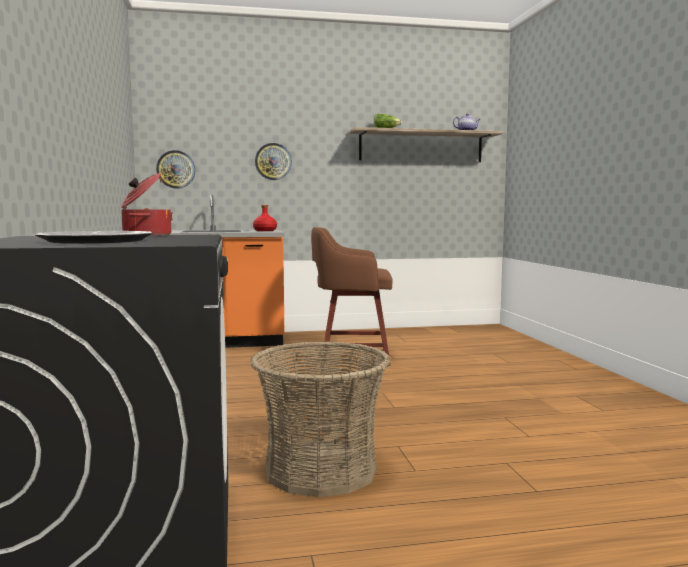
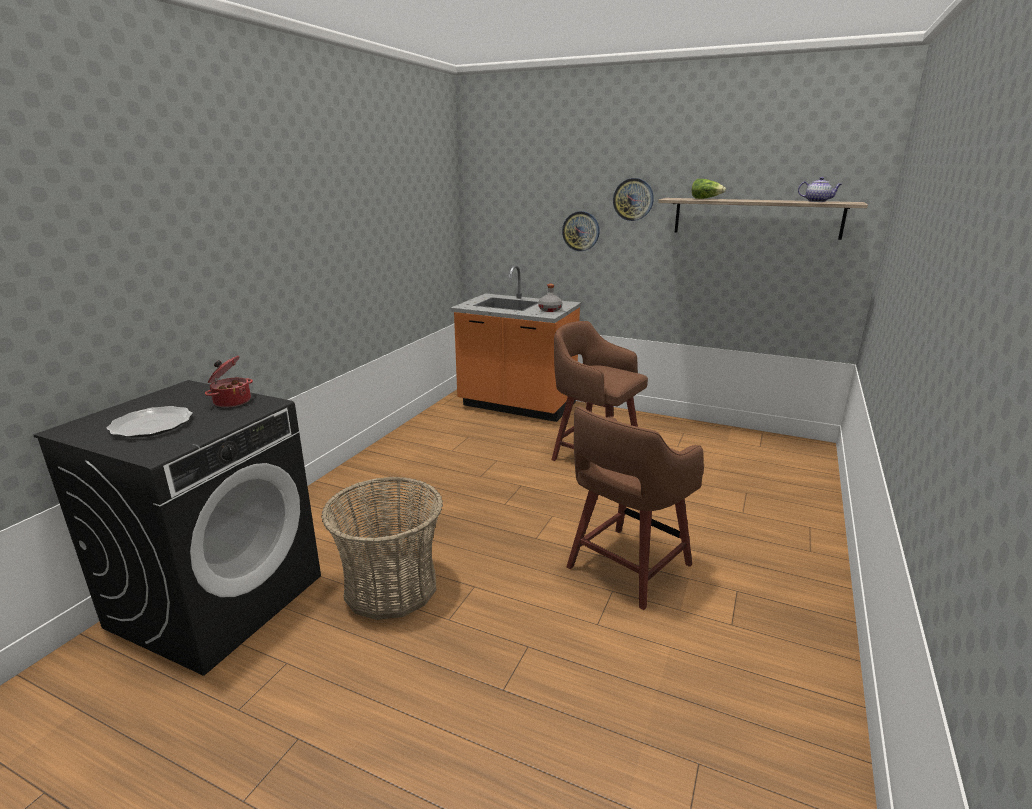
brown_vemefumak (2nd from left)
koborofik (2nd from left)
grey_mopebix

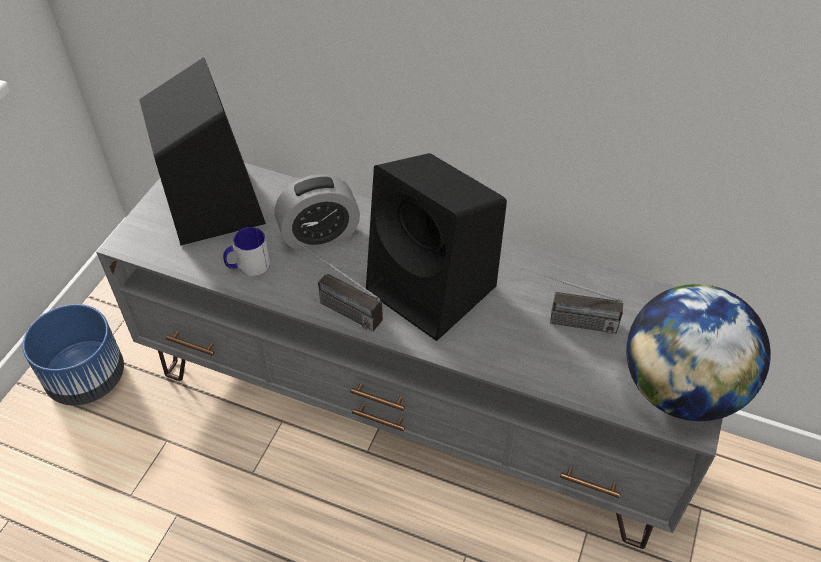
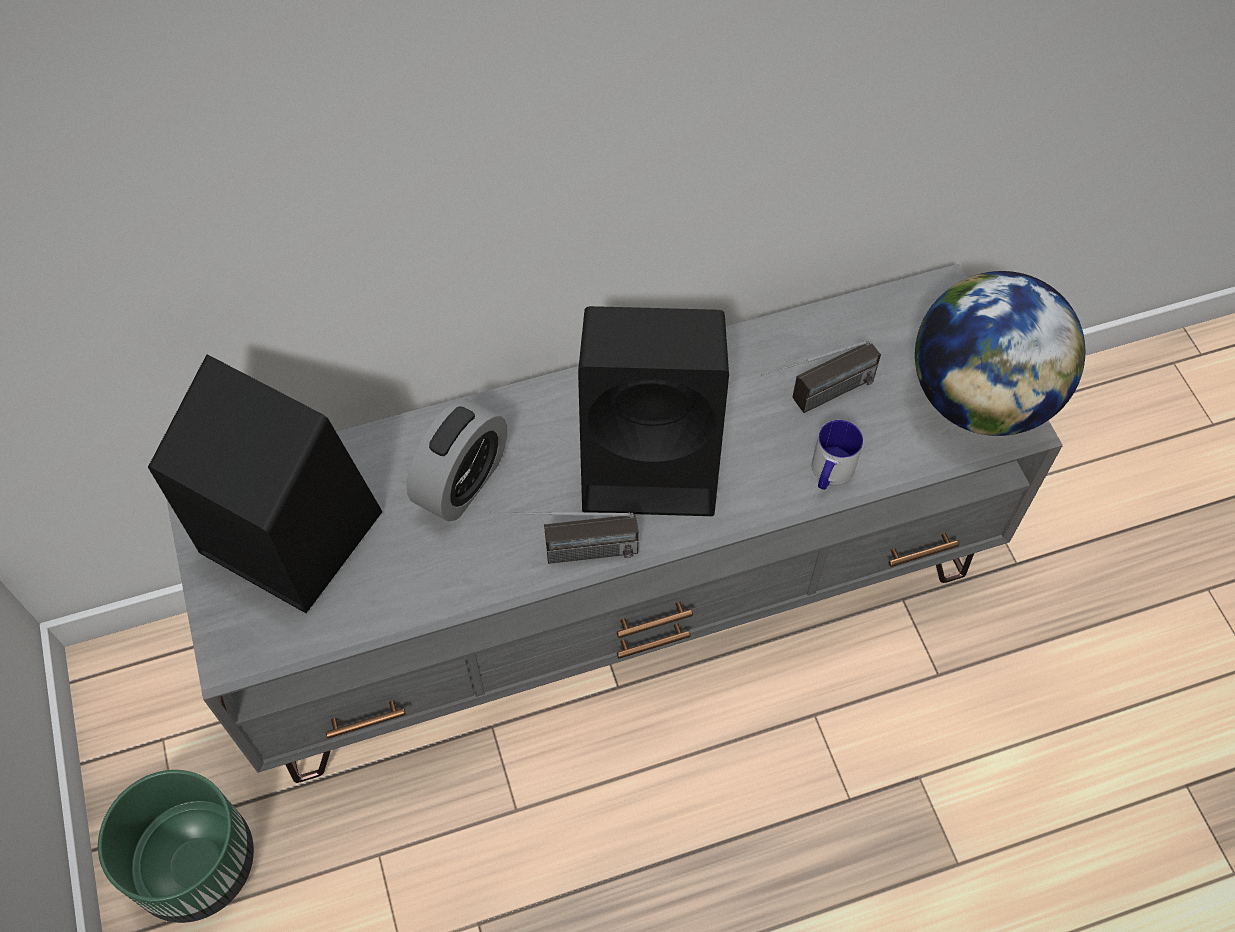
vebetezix
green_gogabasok

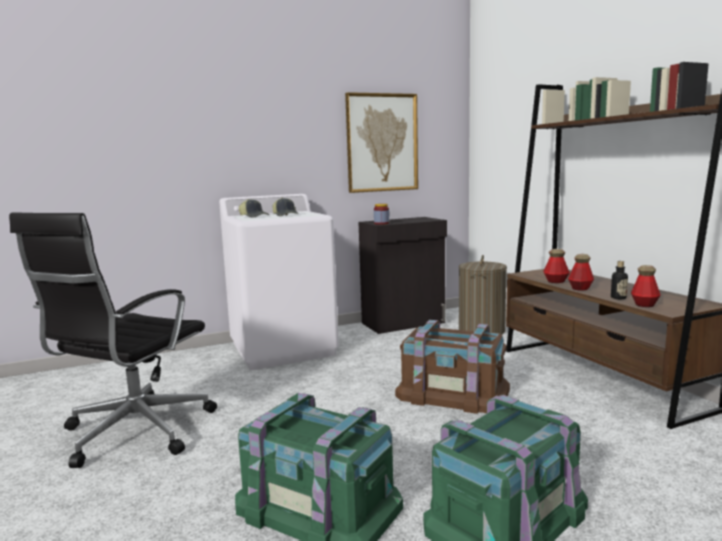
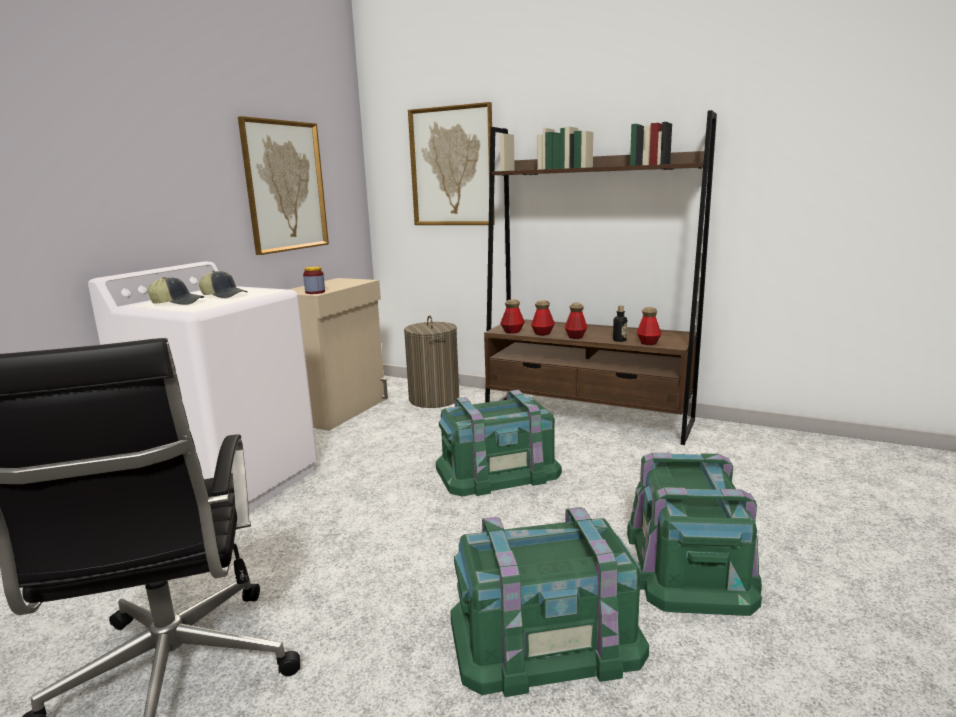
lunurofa (2nd from left)
mopebix (1st from left)
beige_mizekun
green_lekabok (1st from left)

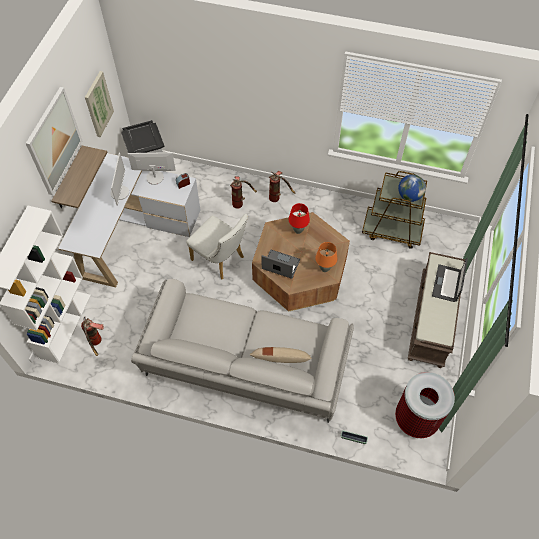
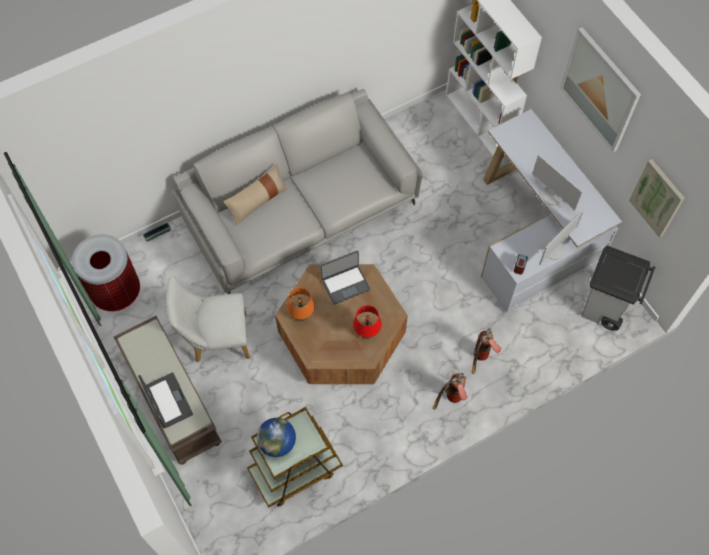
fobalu
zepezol (1st from left in the first image)
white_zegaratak

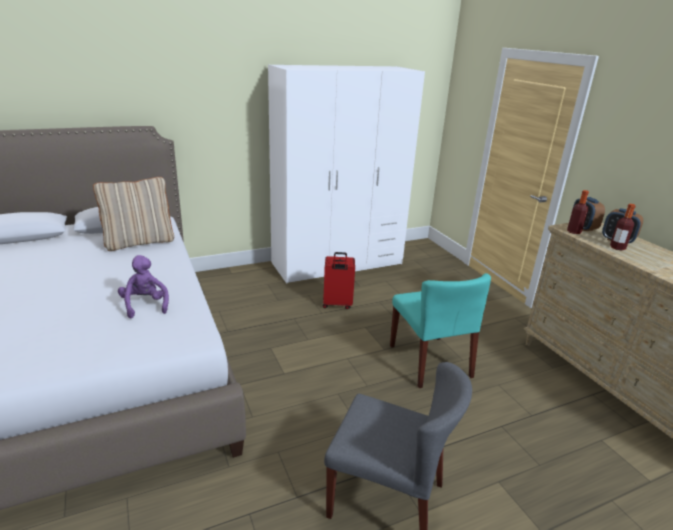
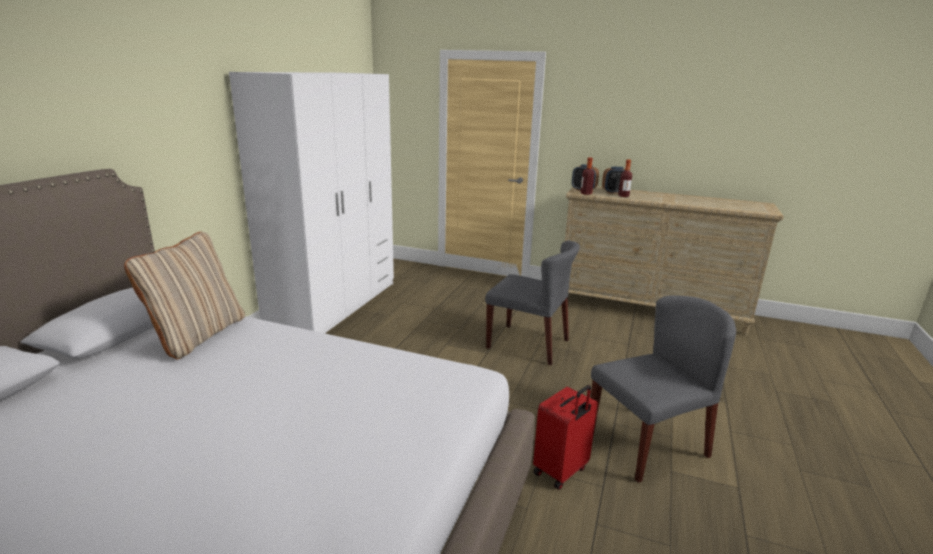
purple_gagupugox
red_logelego
grey_zegaratak (1st from left)

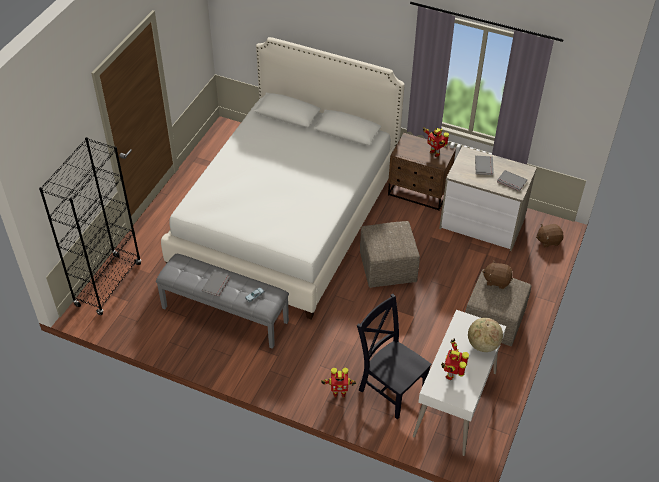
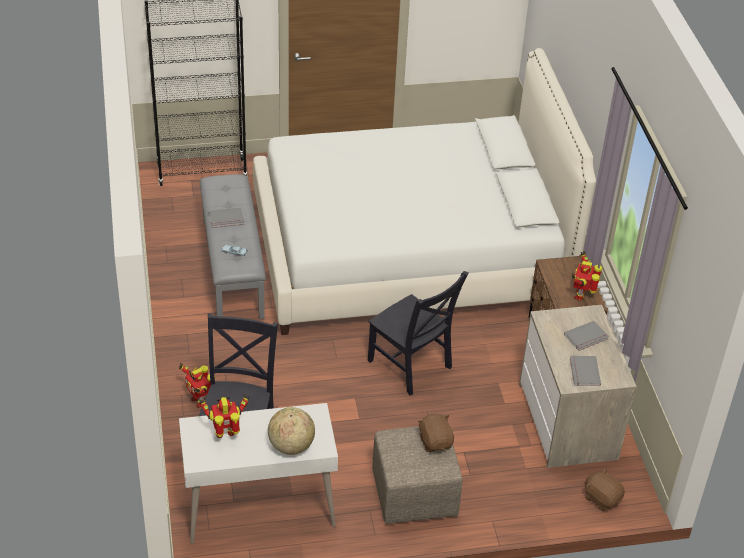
black_zegaratak (2nd from left)

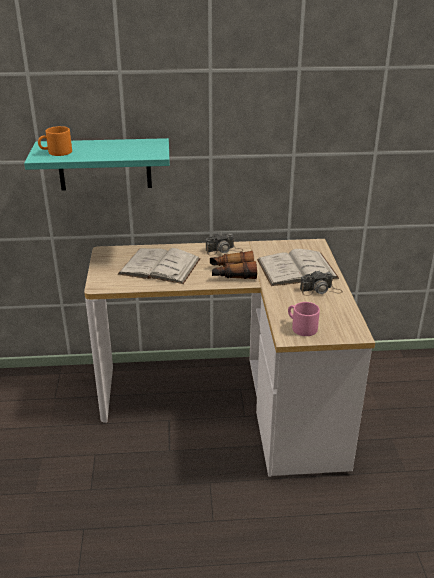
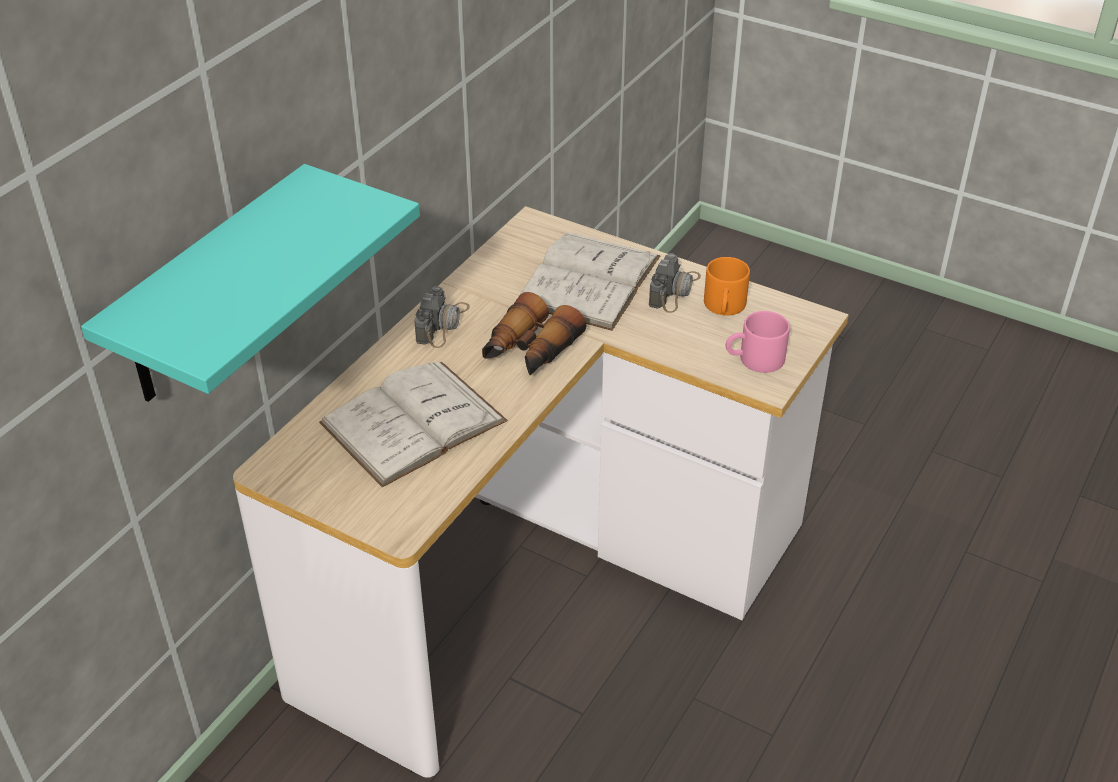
orange_vebetezix

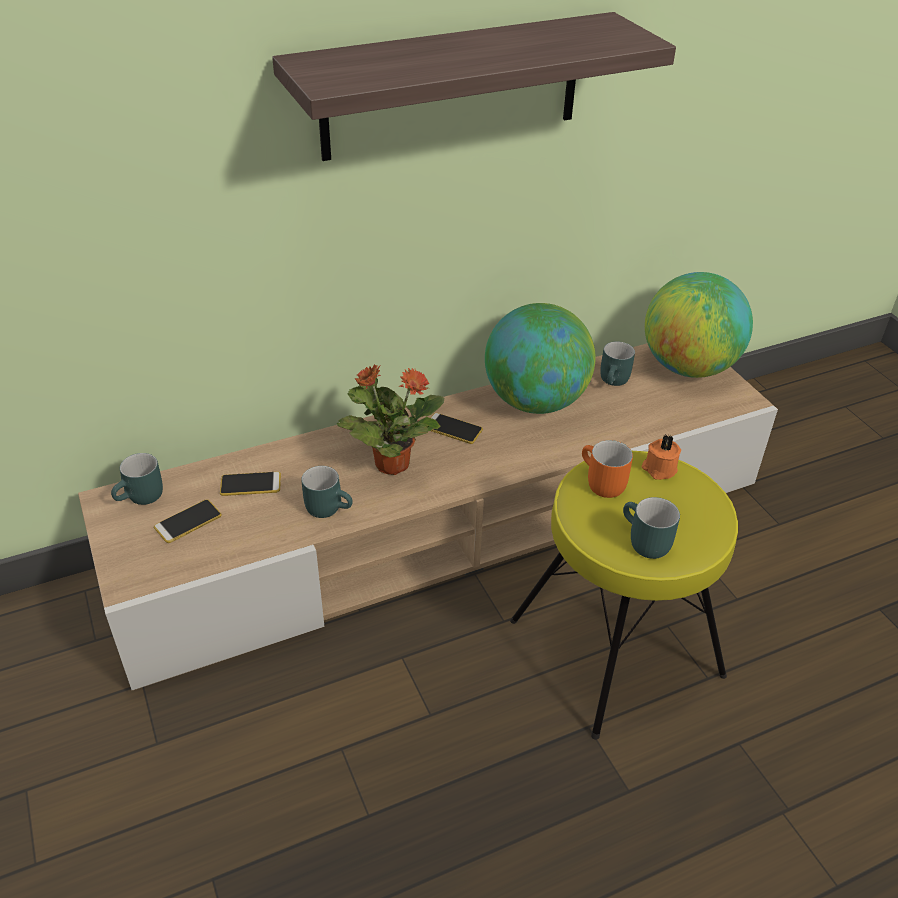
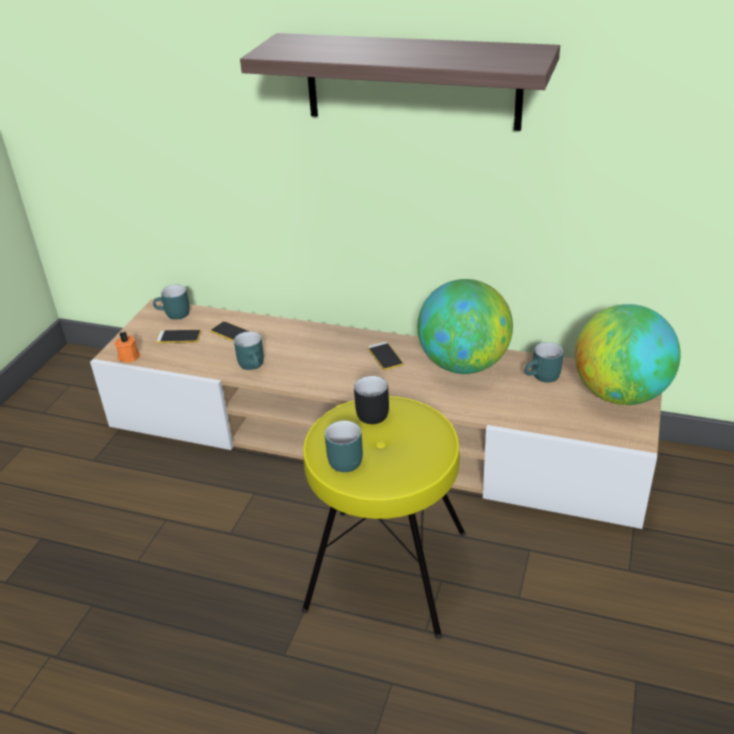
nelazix
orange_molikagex
black_vebetezix

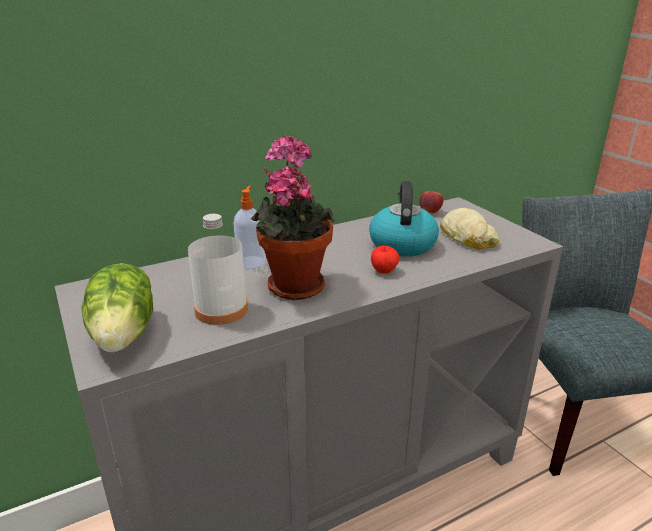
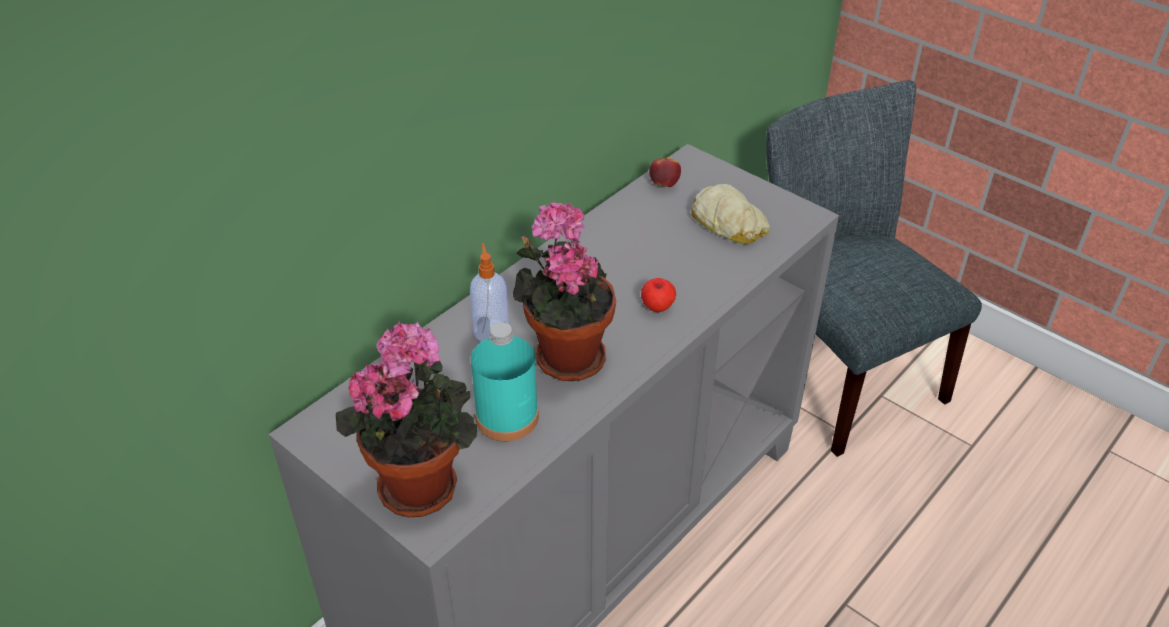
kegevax
nelazix (1st from left)
turquoise_mopebix

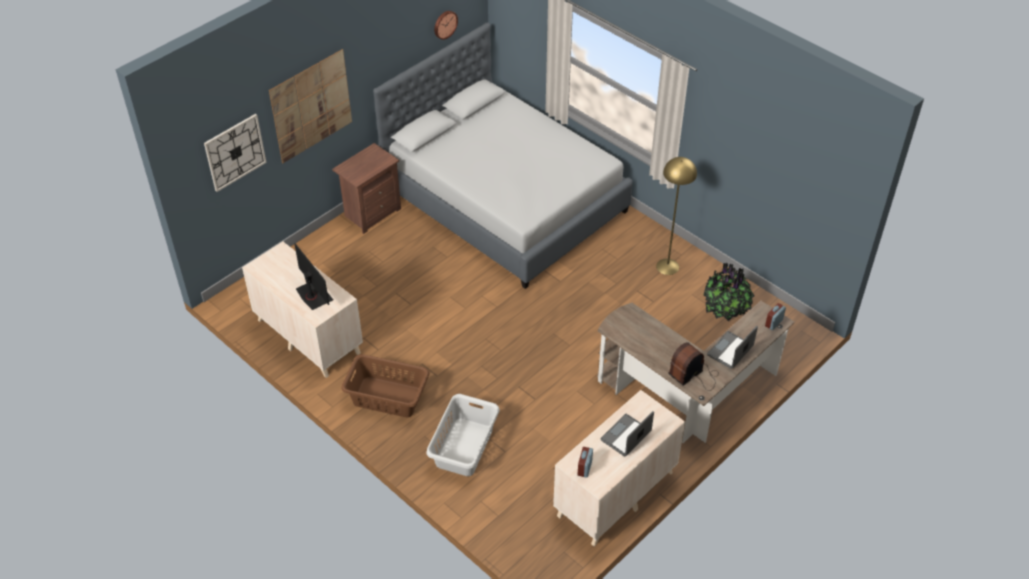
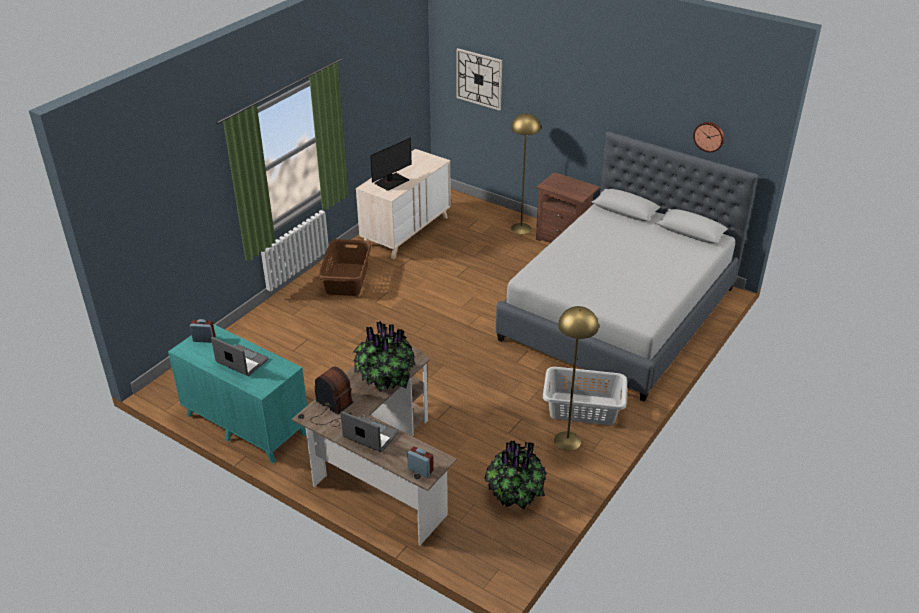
lunurofa
nelazix (1st from left)
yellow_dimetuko (1st from left)
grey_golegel
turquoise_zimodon

